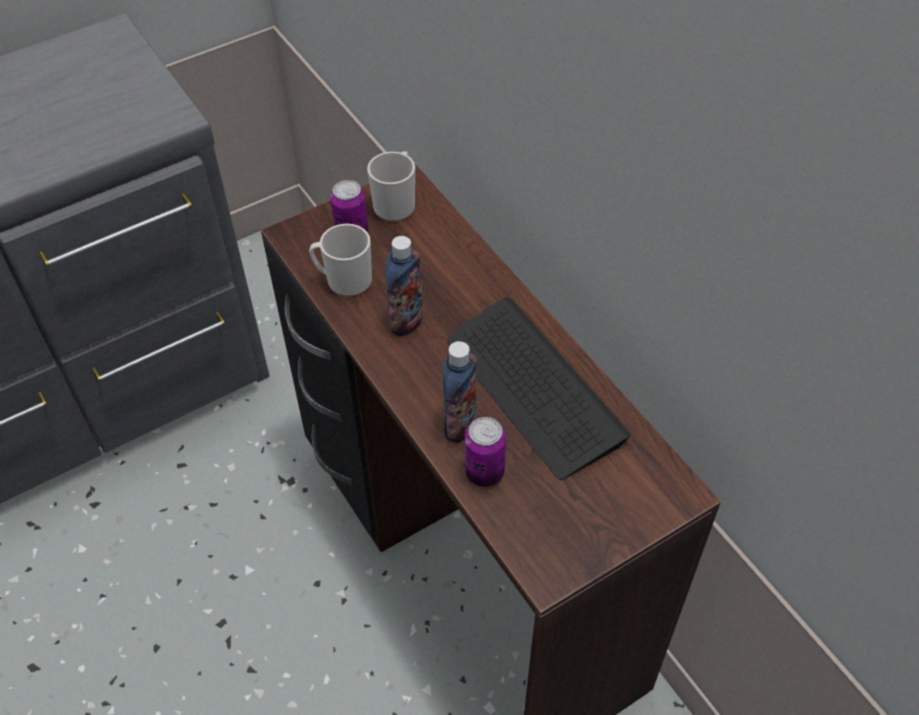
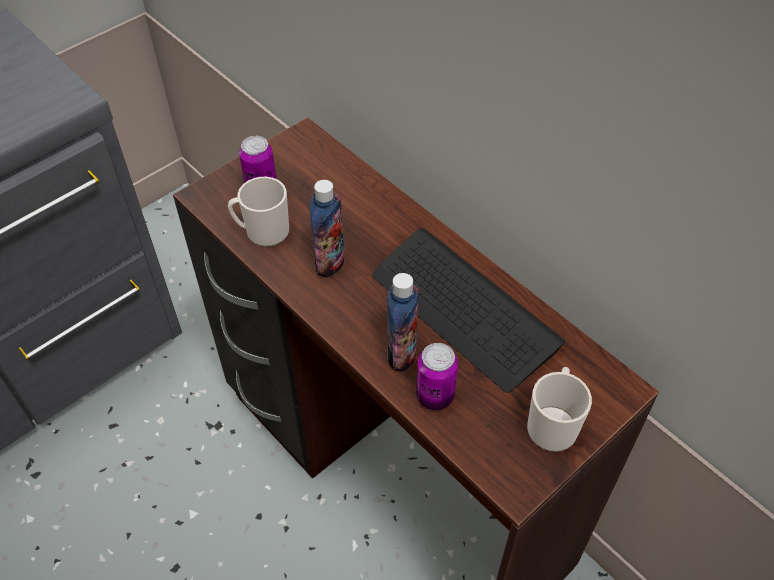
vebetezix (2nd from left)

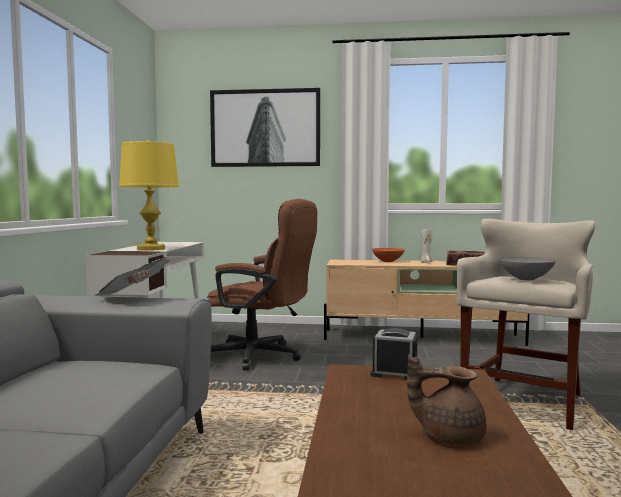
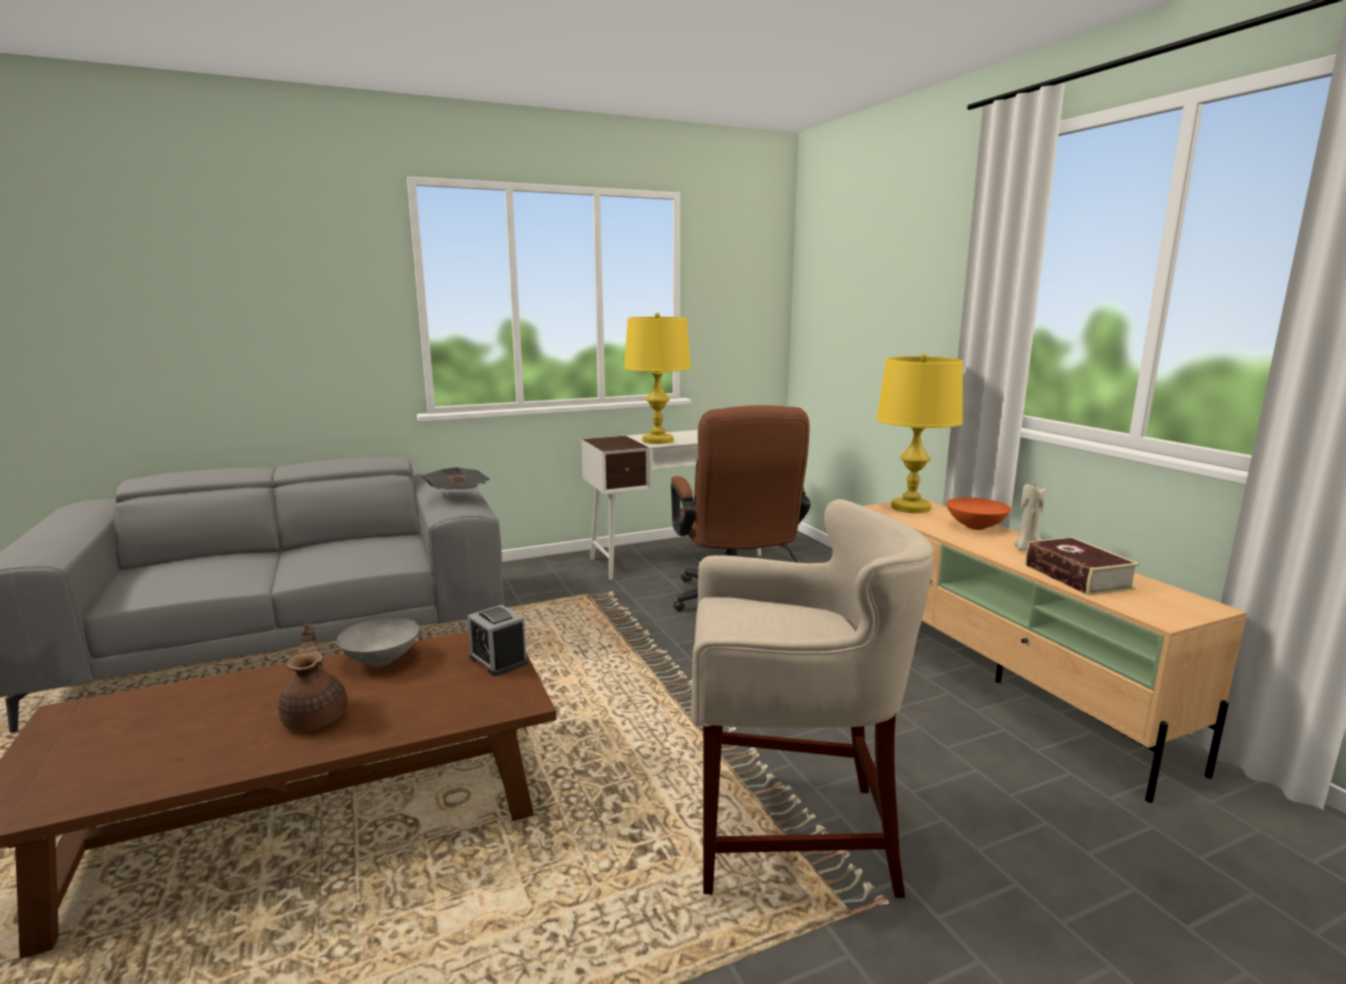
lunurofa
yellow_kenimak (2nd from left)
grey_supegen
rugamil

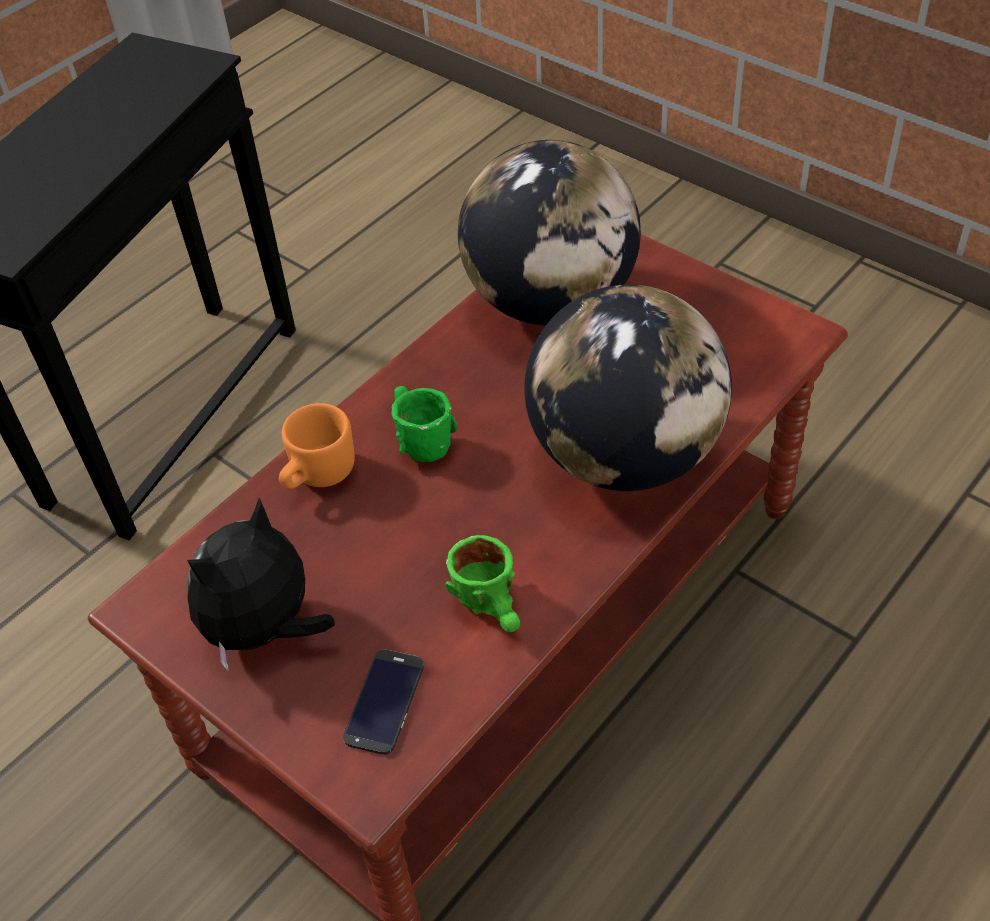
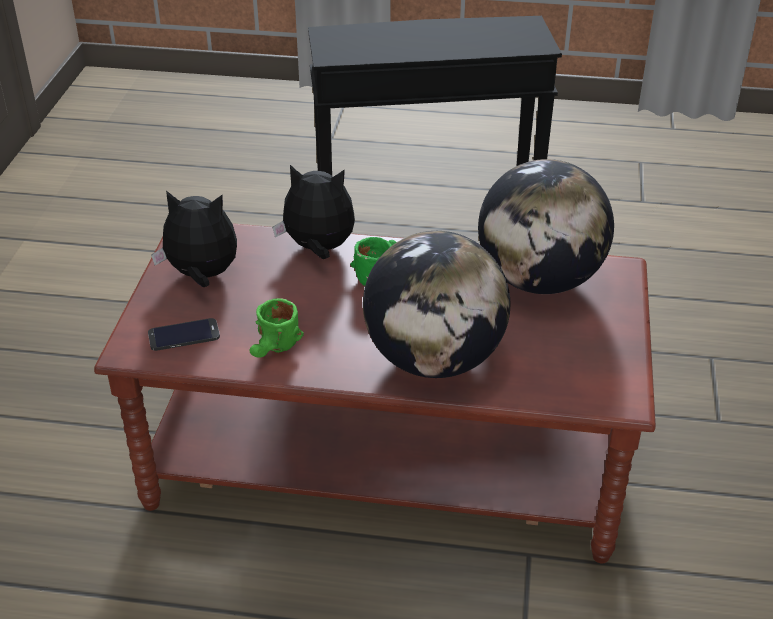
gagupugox (2nd from left)

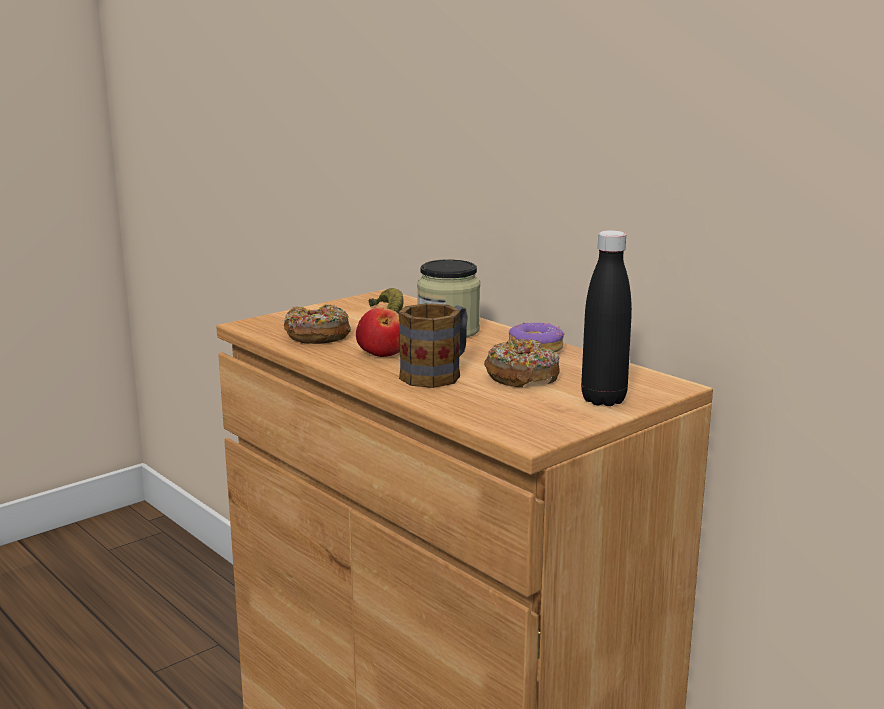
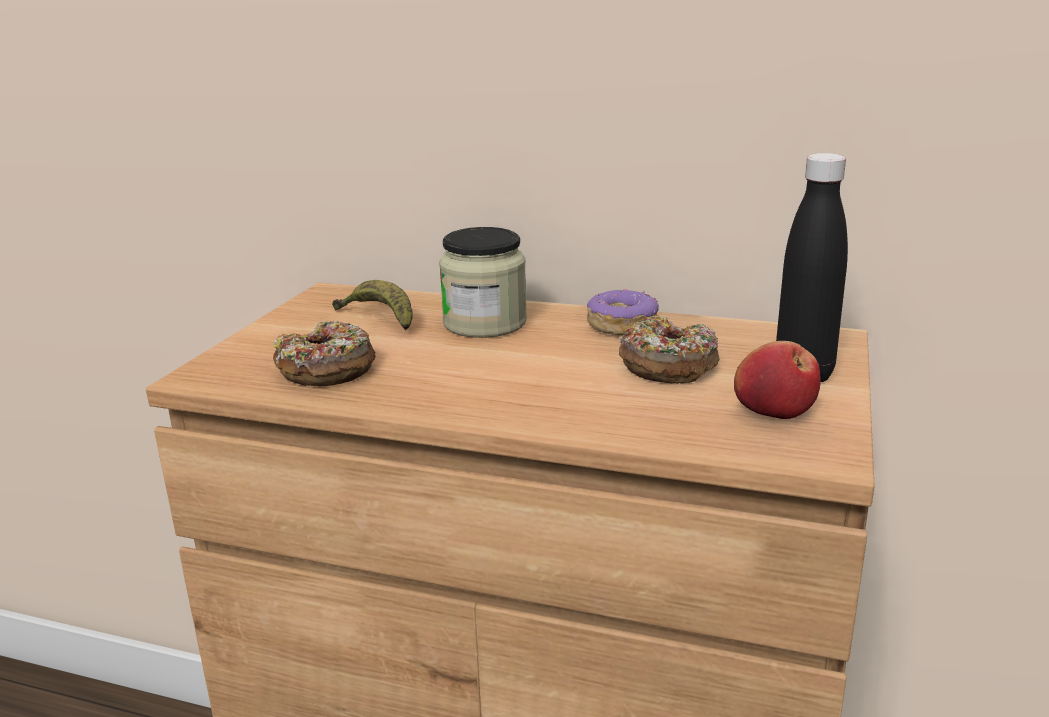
vebetezix
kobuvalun

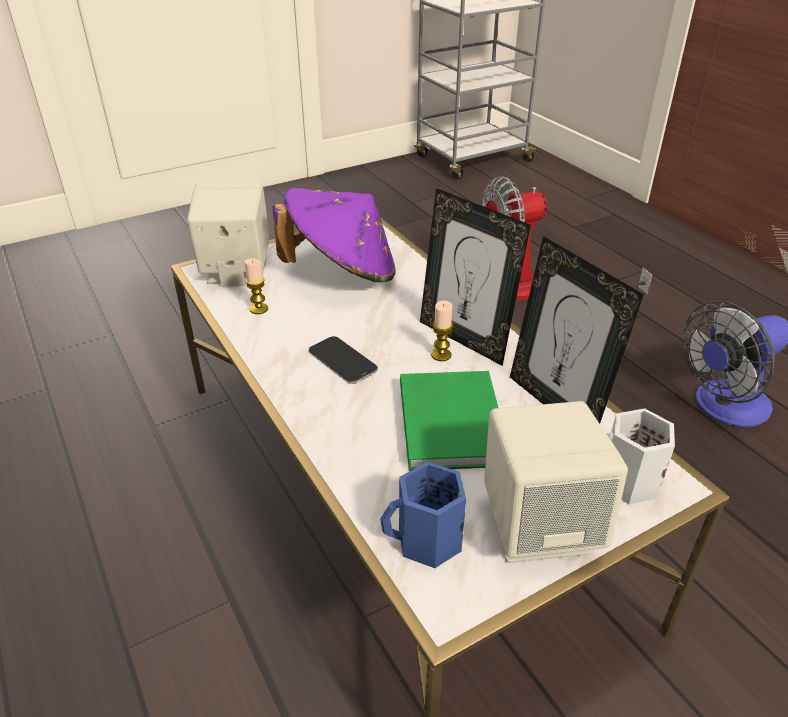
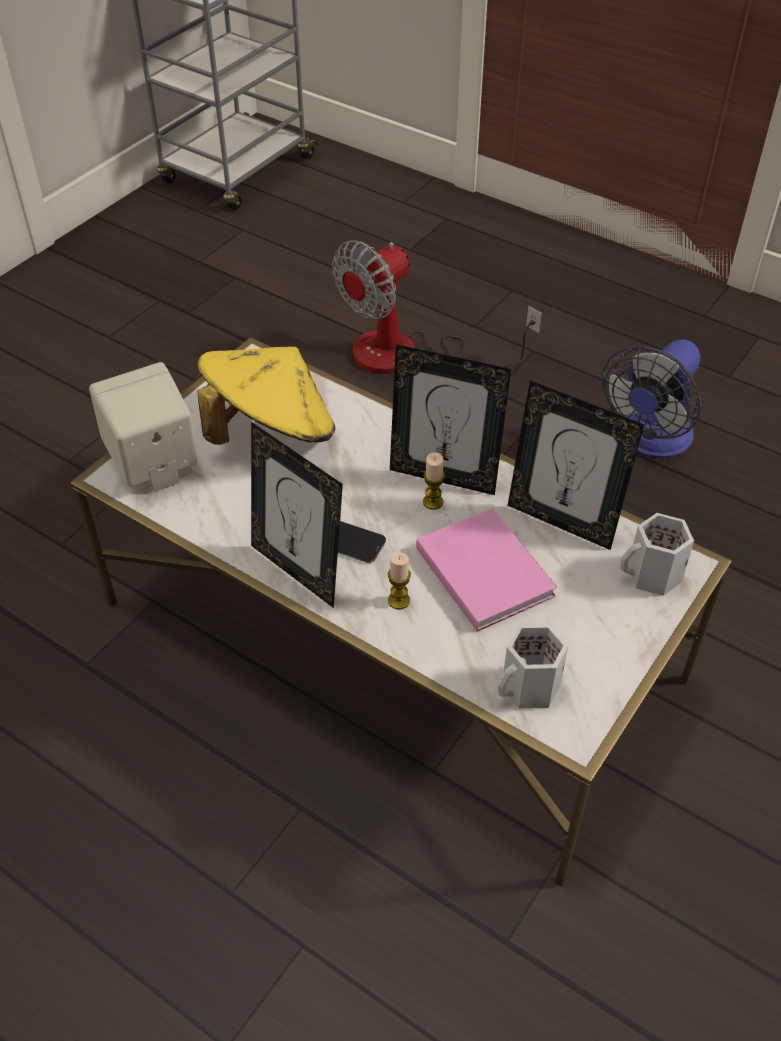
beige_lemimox (2nd from left in the first image)
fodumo (1st from left)
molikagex (1st from left)
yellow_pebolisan
white_vebetezix (1st from left)
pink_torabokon

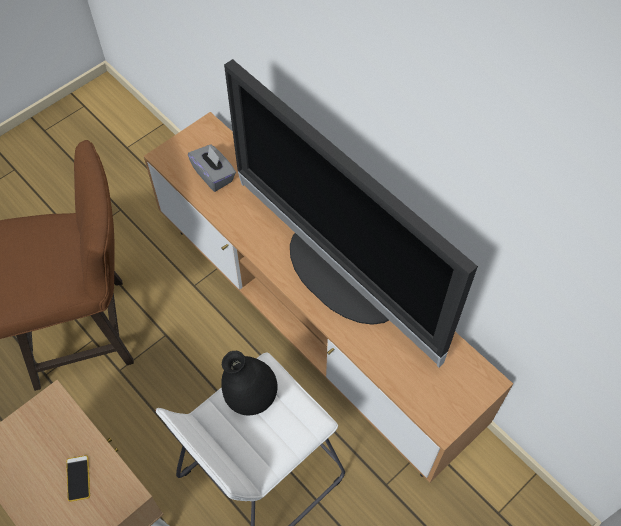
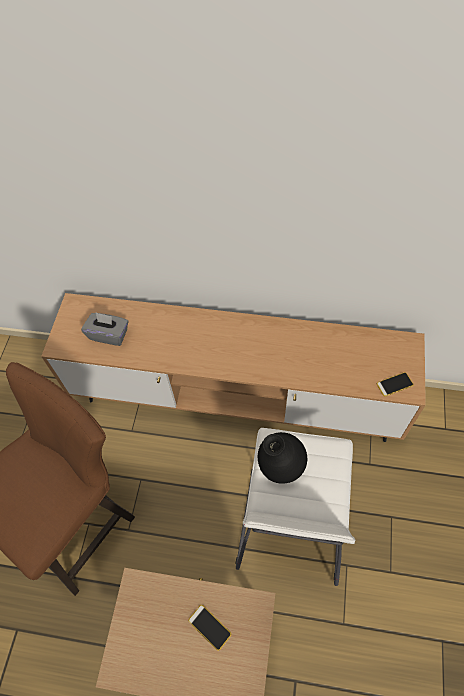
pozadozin
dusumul (2nd from left)

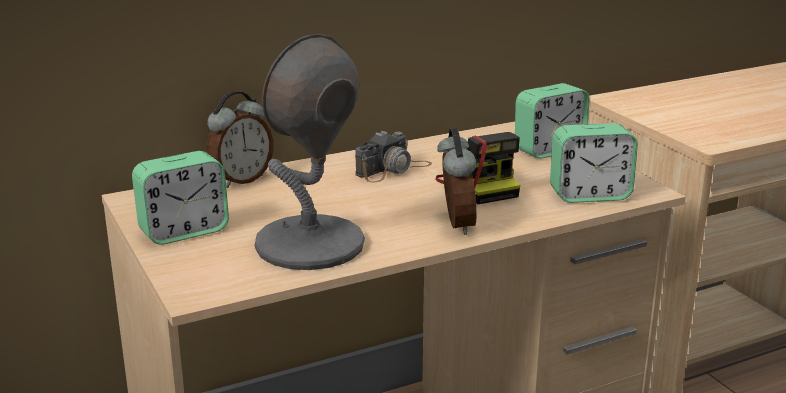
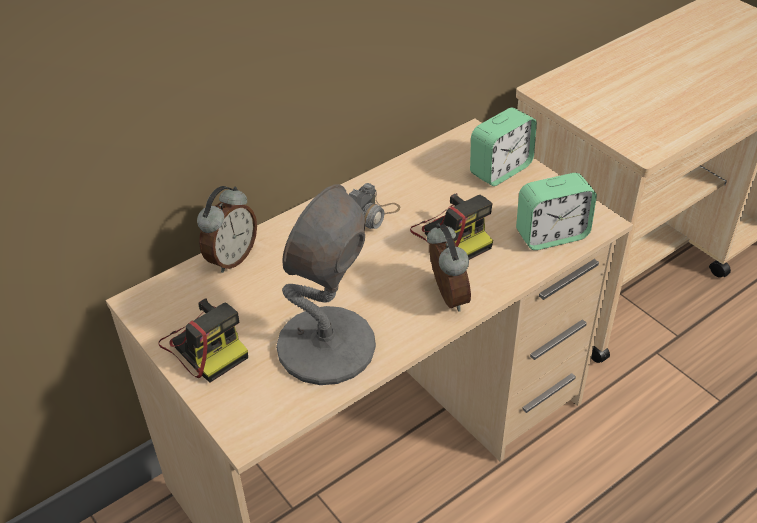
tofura (1st from left)

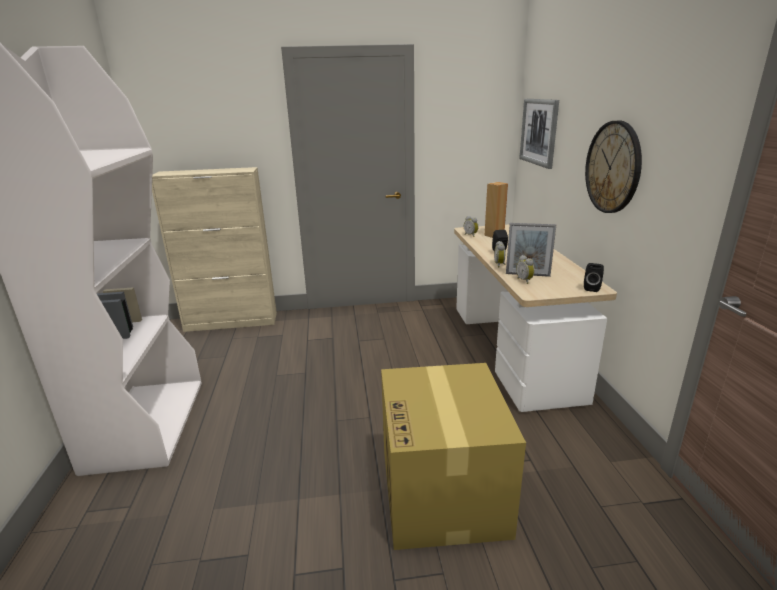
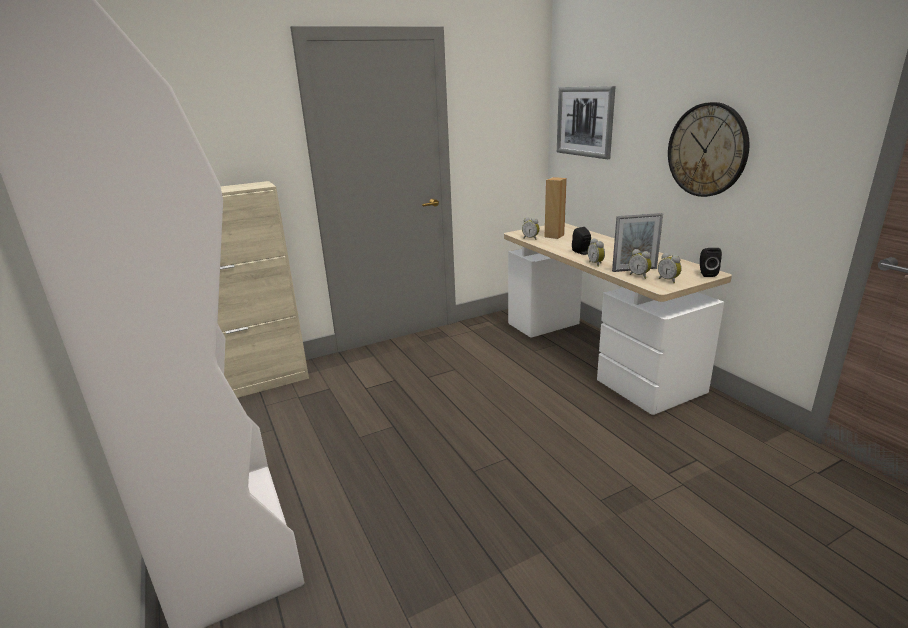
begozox
rugamil (4th from left)

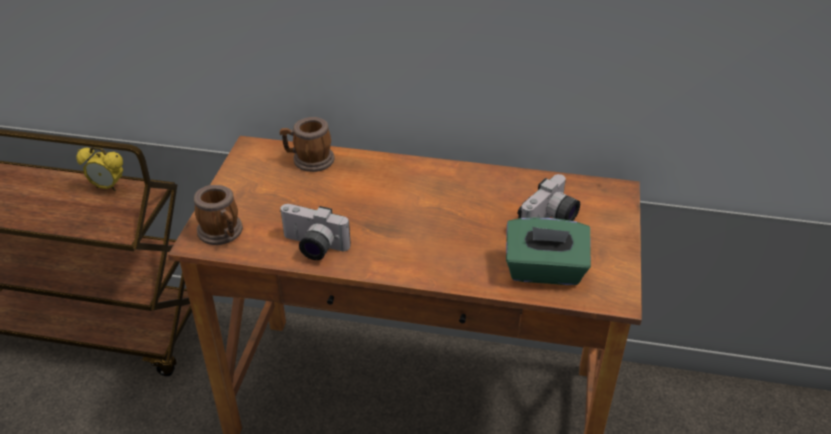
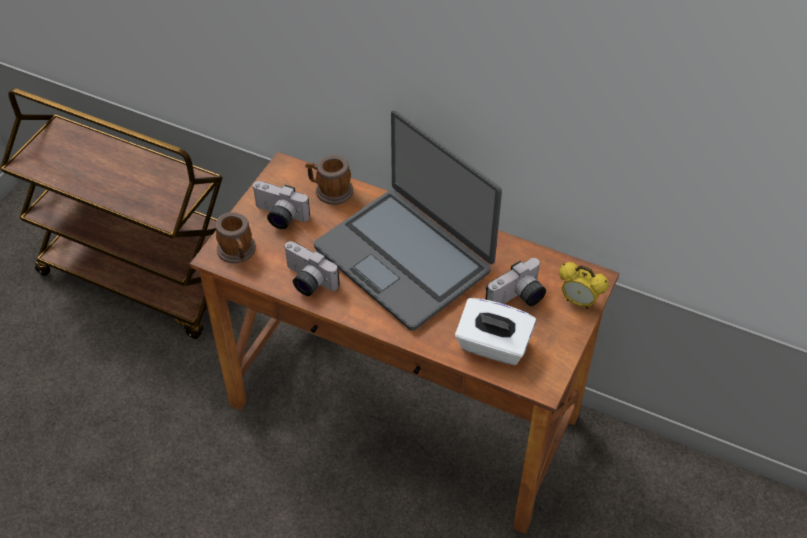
tofura (1st from left)
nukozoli
rugamil
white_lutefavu

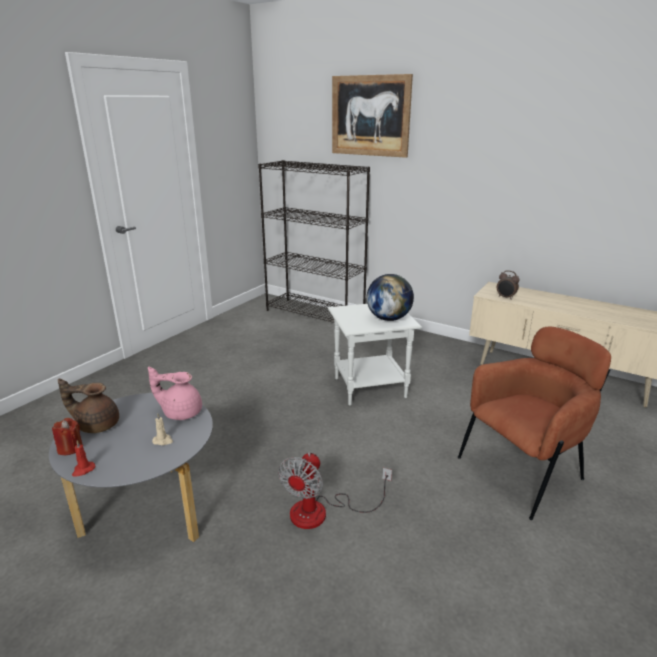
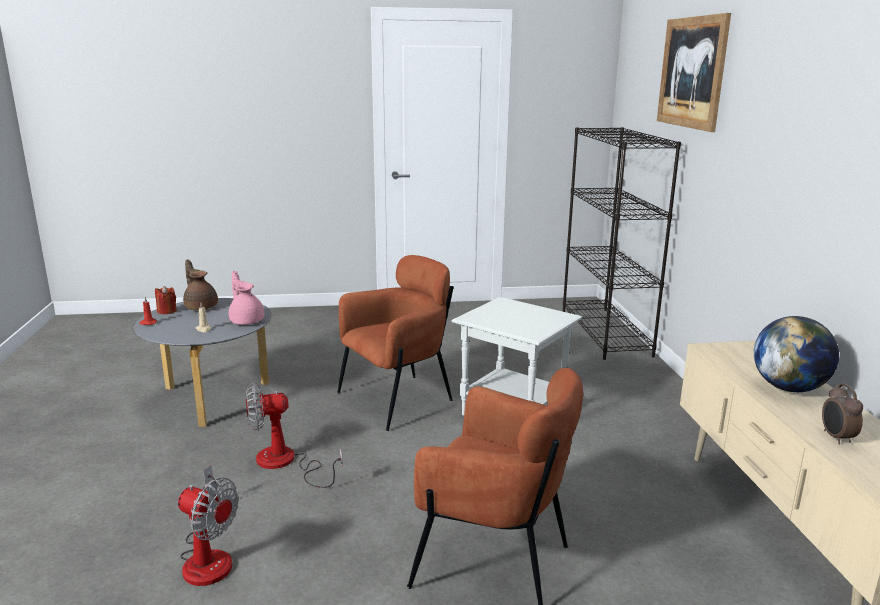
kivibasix (1st from left)
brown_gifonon (1st from left)
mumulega
rugamil

